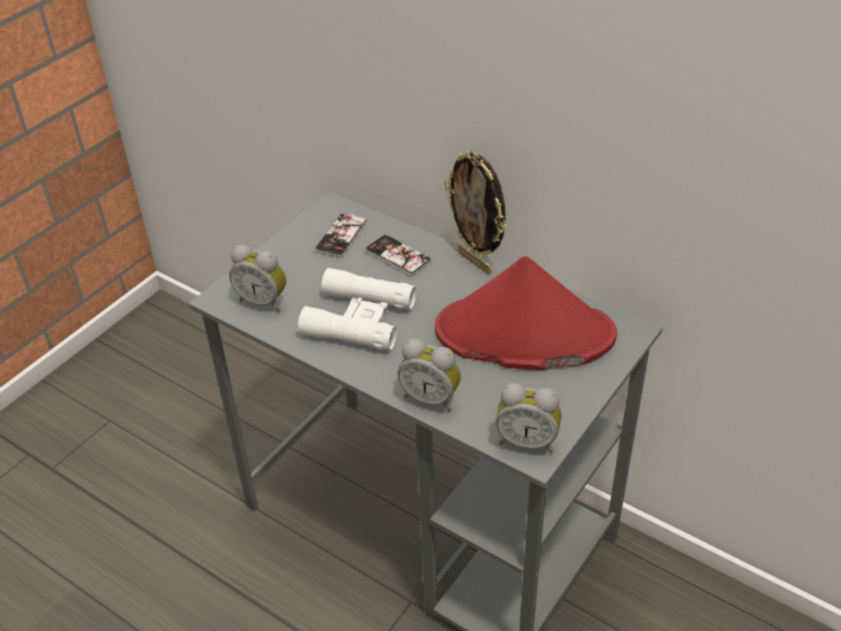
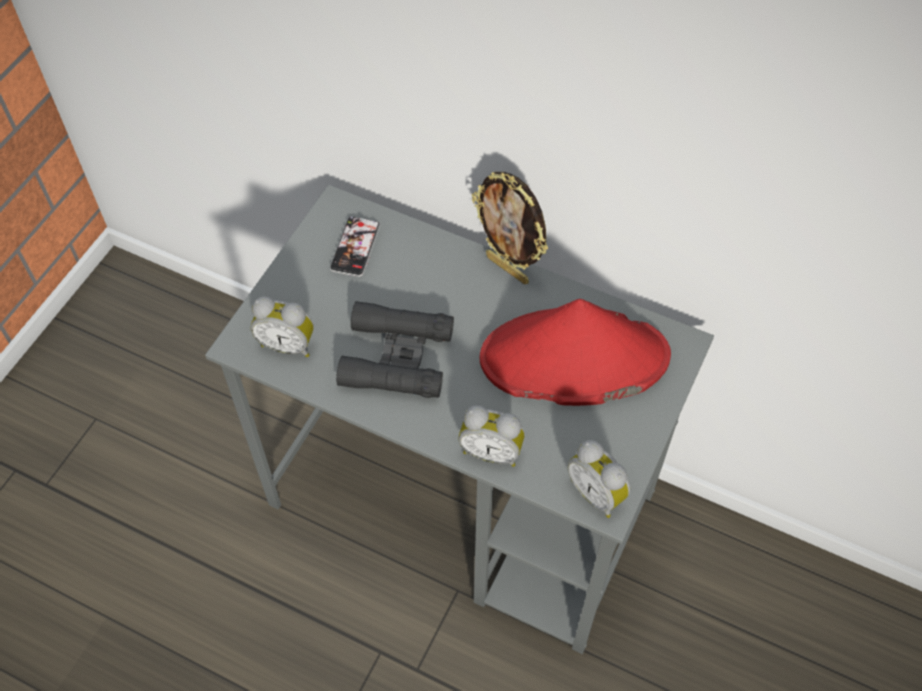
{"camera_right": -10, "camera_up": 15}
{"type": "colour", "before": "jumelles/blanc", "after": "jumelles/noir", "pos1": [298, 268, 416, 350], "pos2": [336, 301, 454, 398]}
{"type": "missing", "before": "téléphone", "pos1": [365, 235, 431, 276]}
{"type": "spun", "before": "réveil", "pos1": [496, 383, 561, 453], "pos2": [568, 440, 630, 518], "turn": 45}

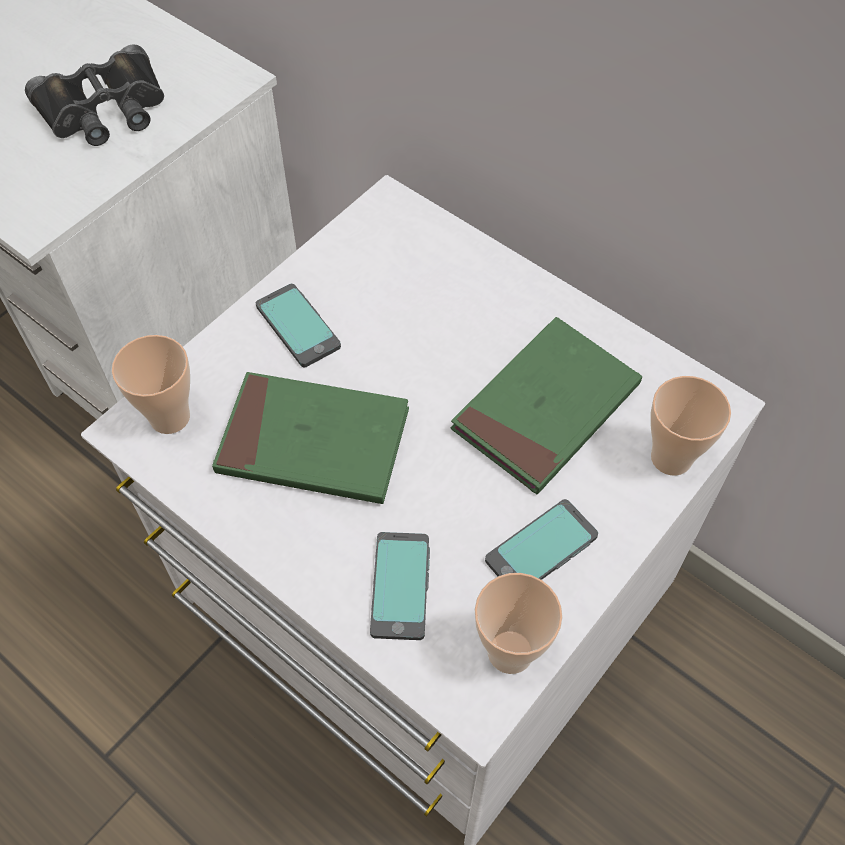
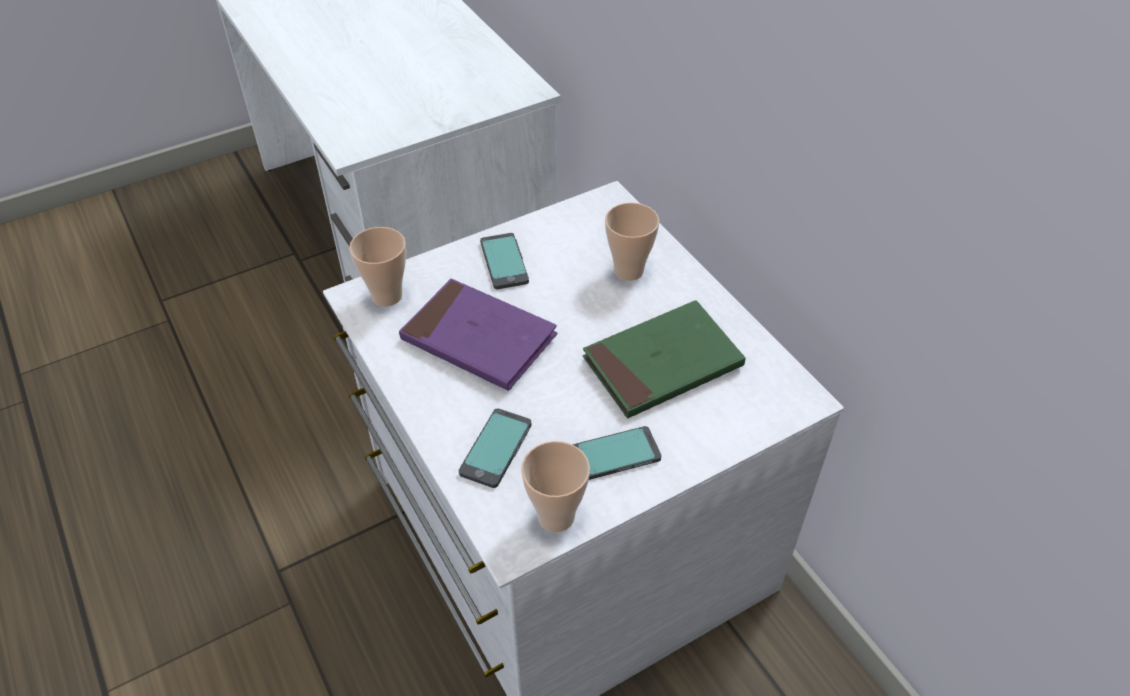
{"camera_right": 20, "camera_up": -10}
{"type": "missing", "before": "jumelles/noir", "pos1": [25, 44, 164, 146]}
{"type": "colour", "before": "livre/vert", "after": "livre/violet", "pos1": [212, 372, 409, 504], "pos2": [399, 278, 557, 391]}
{"type": "relocated", "before": "tasse", "pos1": [651, 376, 731, 476], "pos2": [605, 203, 659, 281]}

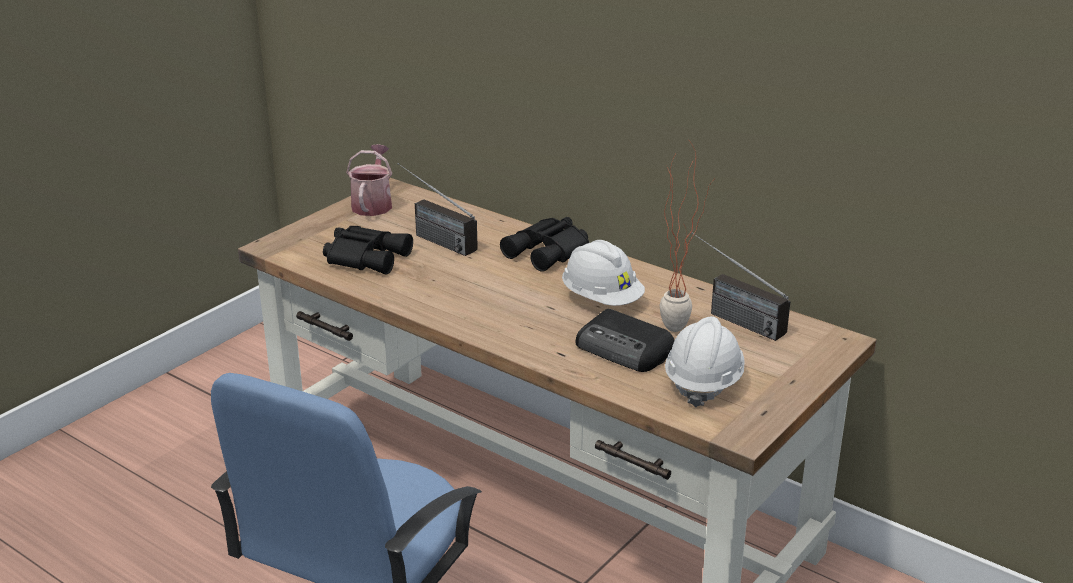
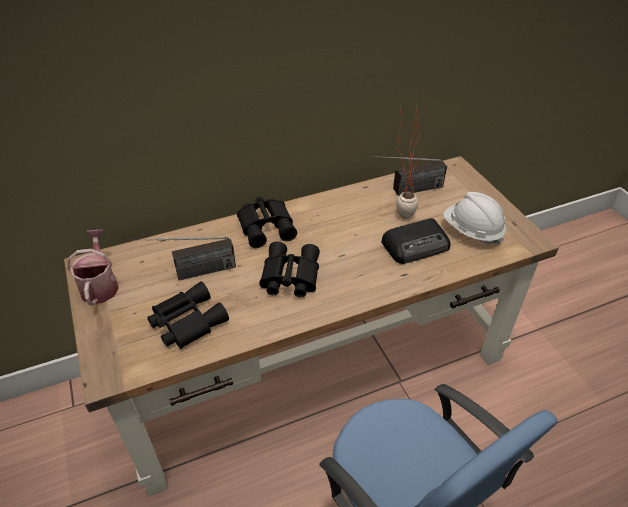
{"camera_right": -60, "camera_up": 15}
{"type": "spun", "before": "arrosoir", "pos1": [346, 144, 392, 216], "pos2": [68, 230, 119, 306], "turn": 45}
{"type": "missing", "before": "casque de chantier/blanc", "pos1": [562, 240, 645, 306]}
{"type": "appeared", "after": "jumelles/noir", "pos2": [259, 241, 320, 298]}

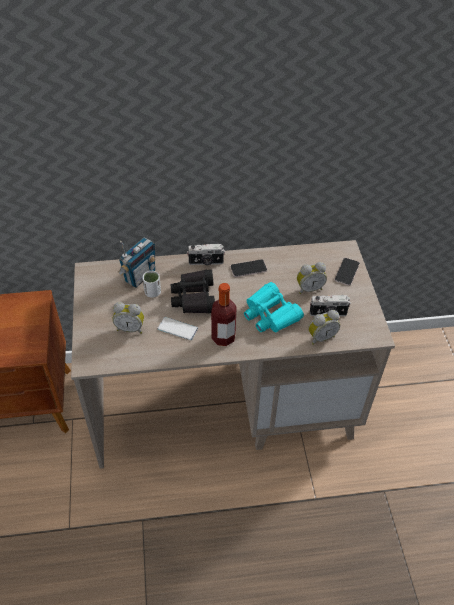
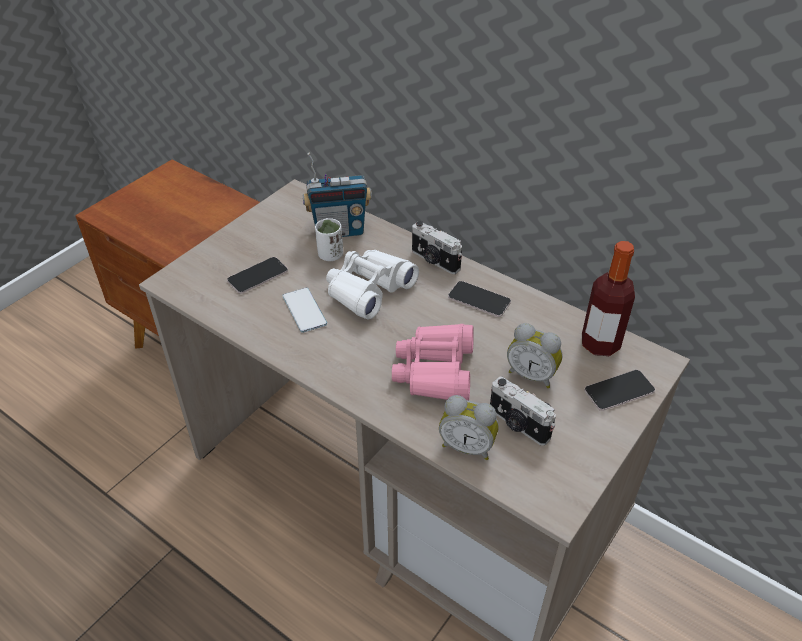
{"camera_right": 45, "camera_up": -5}
{"type": "exchanged", "before": "réveil", "after": "téléphone", "pos1": [112, 302, 144, 334], "pos2": [227, 257, 288, 294]}
{"type": "colour", "before": "jumelles/noir", "after": "jumelles/blanc", "pos1": [171, 269, 215, 314], "pos2": [326, 250, 419, 319]}
{"type": "relocated", "before": "bouteille", "pos1": [211, 283, 237, 346], "pos2": [582, 241, 635, 356]}
{"type": "colour", "before": "jumelles/turquoise", "after": "jumelles/rose", "pos1": [244, 282, 304, 333], "pos2": [392, 324, 474, 400]}

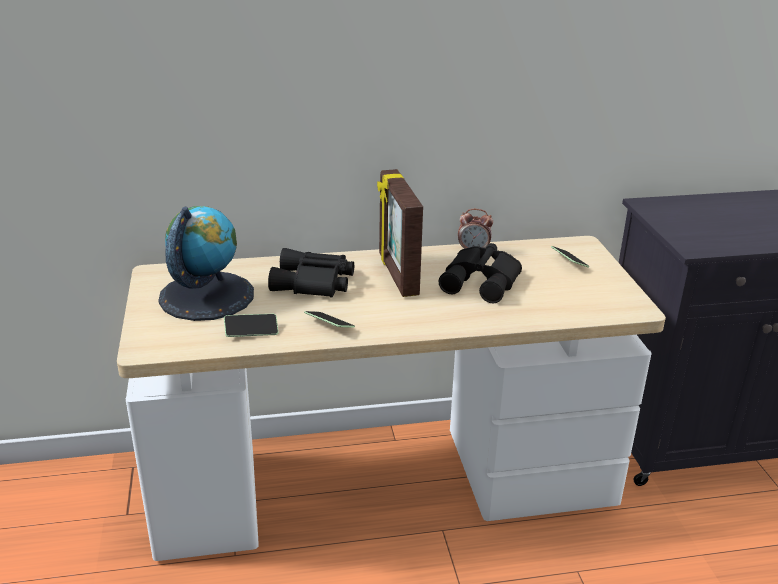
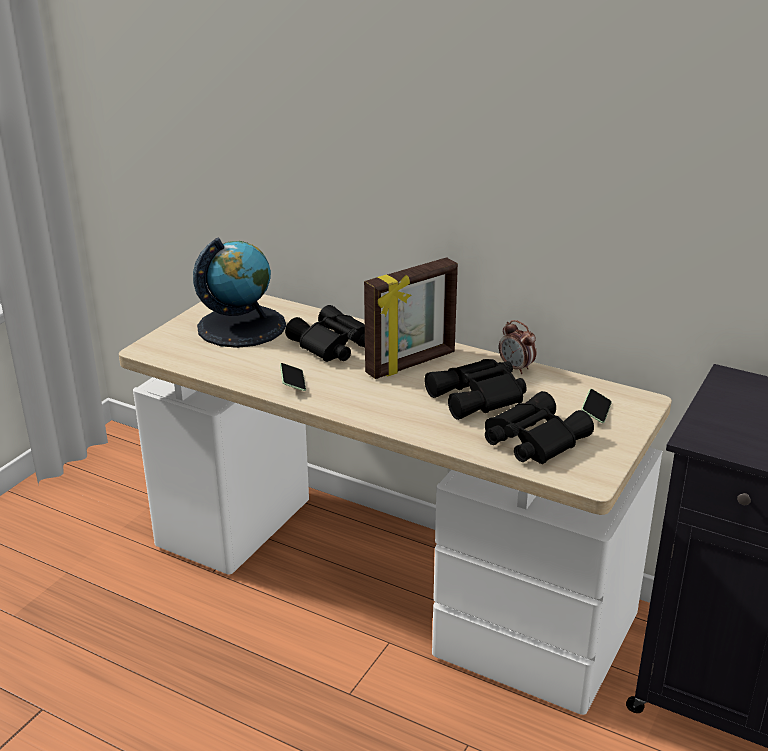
{"camera_right": 40, "camera_up": 0}
{"type": "missing", "before": "téléphone", "pos1": [224, 314, 279, 337]}
{"type": "spun", "before": "cadre photo", "pos1": [377, 169, 423, 297], "pos2": [364, 257, 458, 379], "turn": -150}
{"type": "appeared", "after": "jumelles/noir", "pos2": [485, 391, 594, 464]}

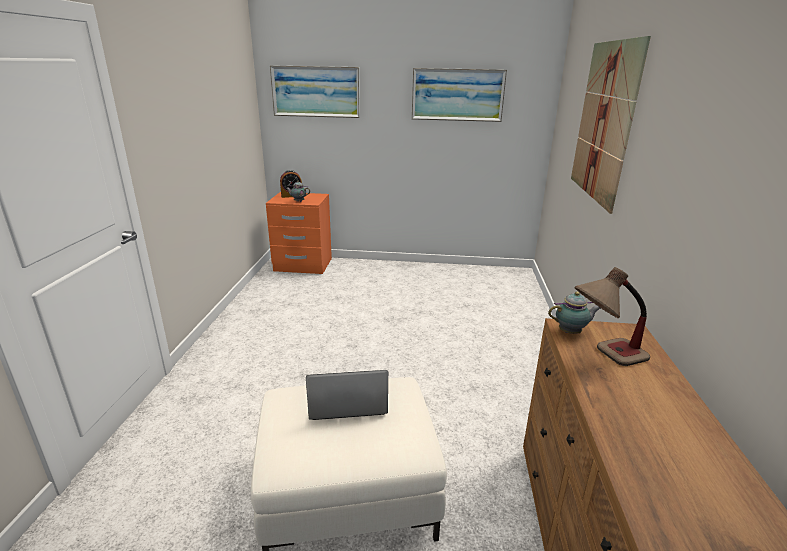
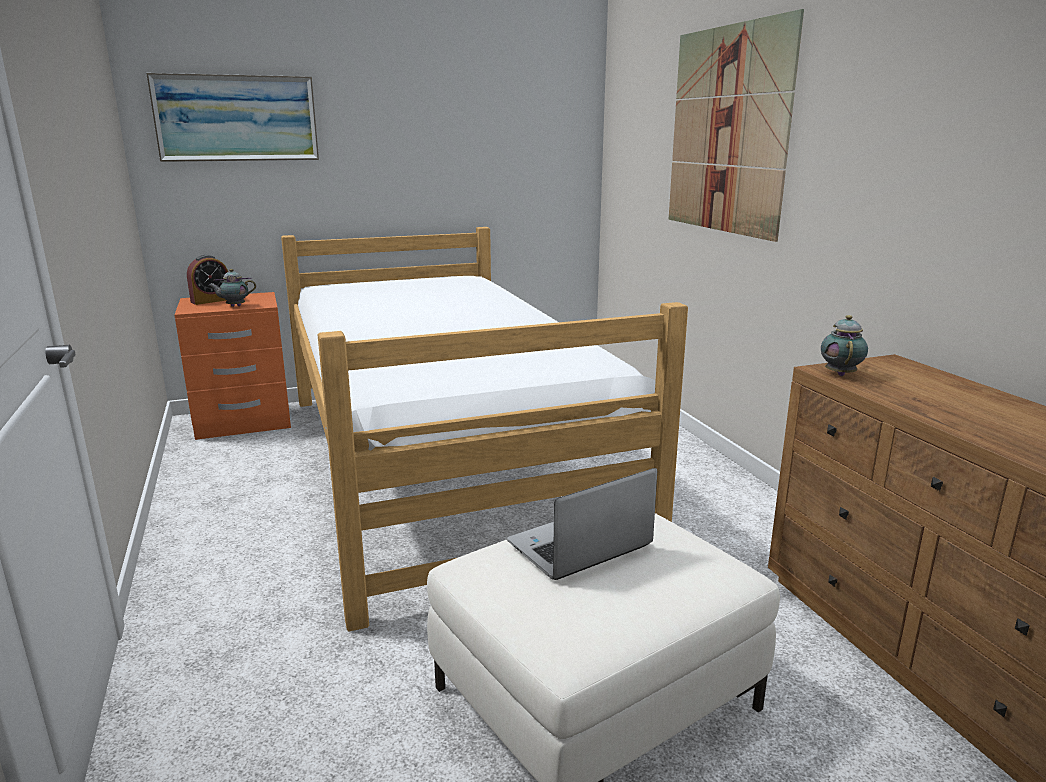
{"camera_right": -25, "camera_up": -5}
{"type": "missing", "before": "tableau", "pos1": [412, 68, 507, 122]}
{"type": "spun", "before": "théière", "pos1": [548, 291, 601, 334], "pos2": [821, 315, 868, 376], "turn": -45}
{"type": "missing", "before": "lampe de table", "pos1": [574, 267, 650, 366]}
{"type": "appeared", "after": "lit", "pos2": [281, 227, 688, 631]}

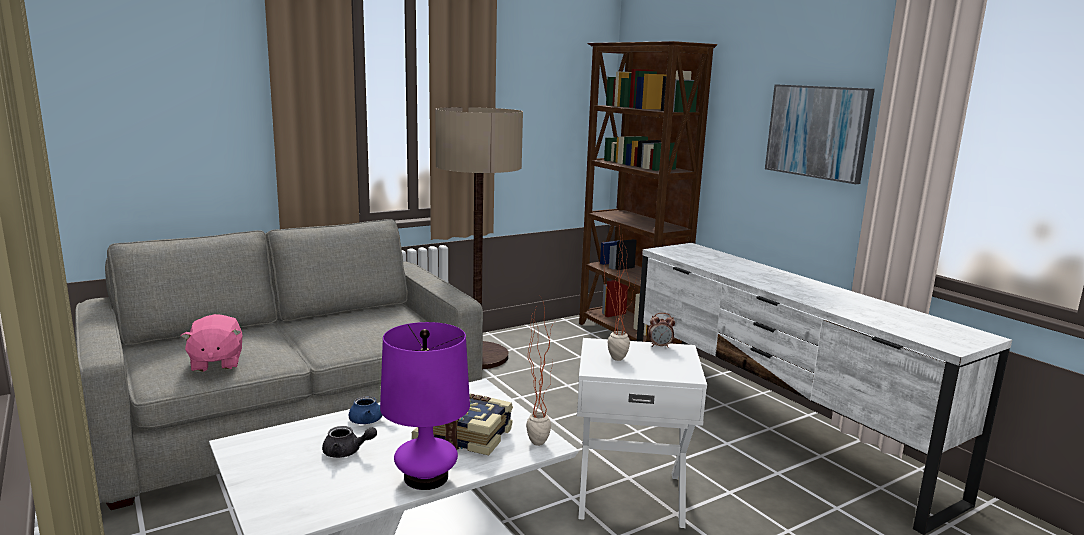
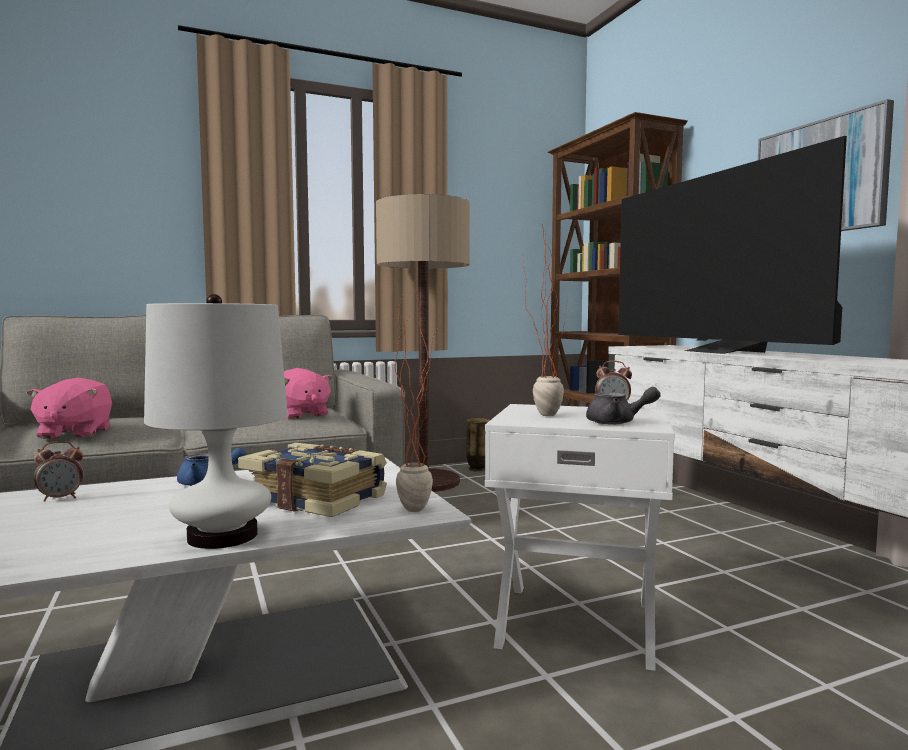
{"camera_right": 10, "camera_up": -10}
{"type": "relocated", "before": "théière/gris", "pos1": [322, 426, 377, 458], "pos2": [586, 387, 661, 424]}
{"type": "colour", "before": "lampe de table/violet", "after": "lampe de table/blanc", "pos1": [380, 322, 470, 490], "pos2": [144, 294, 288, 549]}
{"type": "appeared", "after": "réveil", "pos2": [34, 441, 84, 502]}
{"type": "appeared", "after": "peluche/rose", "pos2": [284, 368, 333, 419]}
{"type": "appeared", "after": "vase", "pos2": [466, 418, 489, 472]}
{"type": "appeared", "after": "téléviseur", "pos2": [618, 136, 847, 354]}

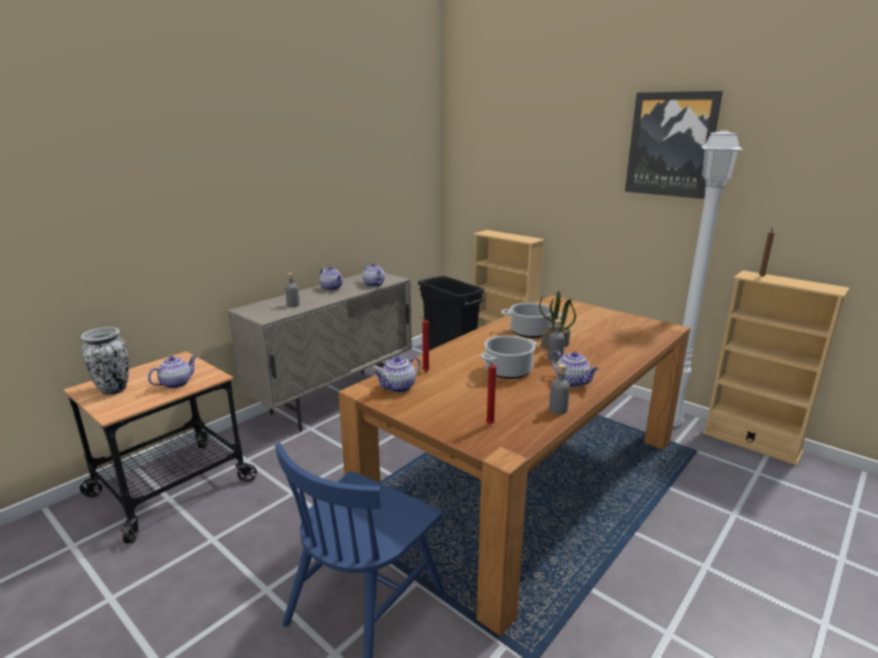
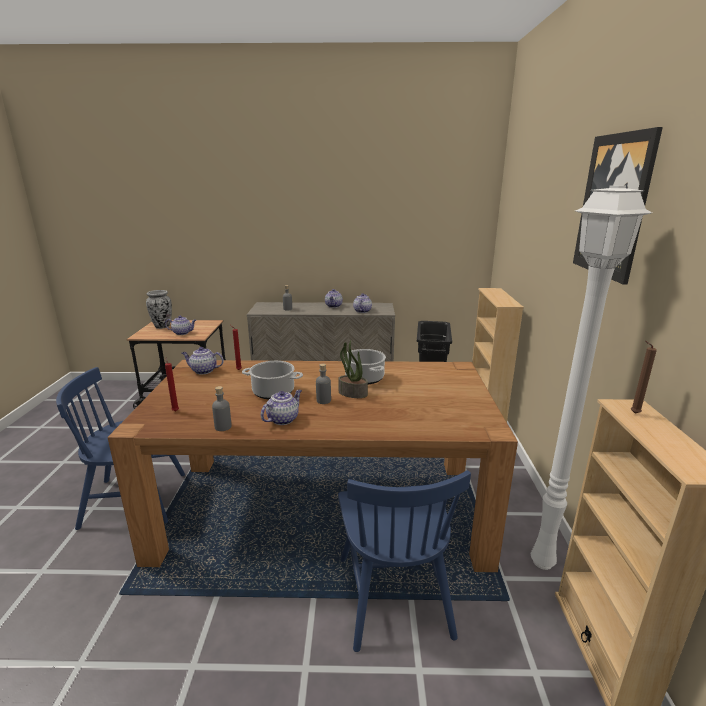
{"camera_right": 50, "camera_up": 0}
{"type": "spun", "before": "théière", "pos1": [550, 351, 599, 387], "pos2": [261, 390, 302, 425], "turn": -150}
{"type": "appeared", "after": "chaise/bleu", "pos2": [338, 470, 471, 652]}

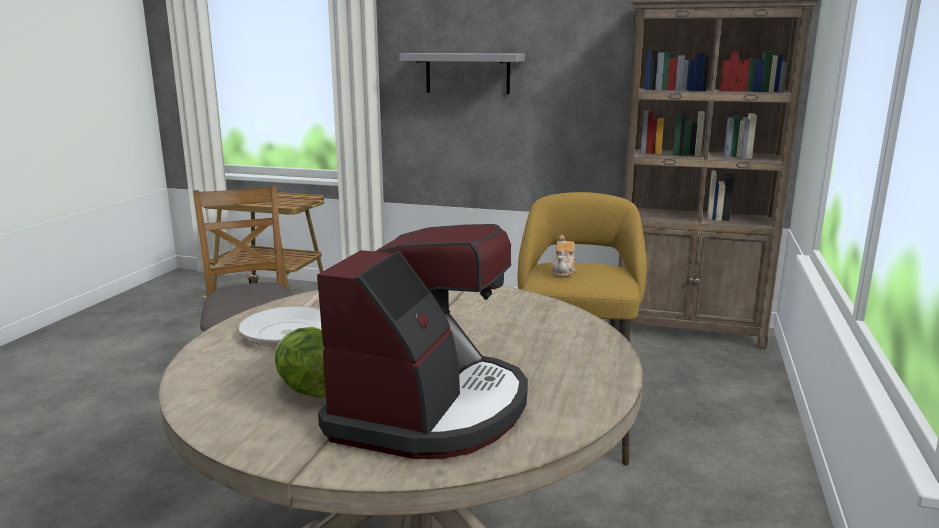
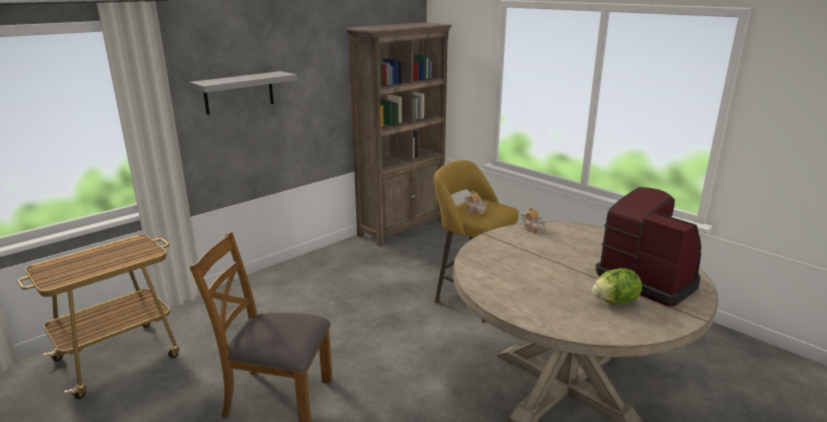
{"camera_right": -60, "camera_up": 5}
{"type": "missing", "before": "poêle", "pos1": [239, 293, 322, 347]}
{"type": "appeared", "after": "théière", "pos2": [521, 207, 546, 234]}

